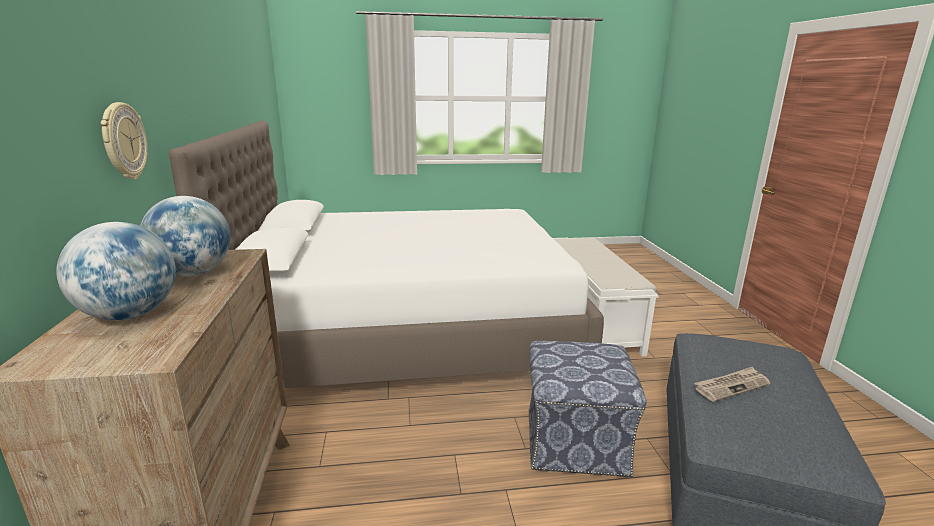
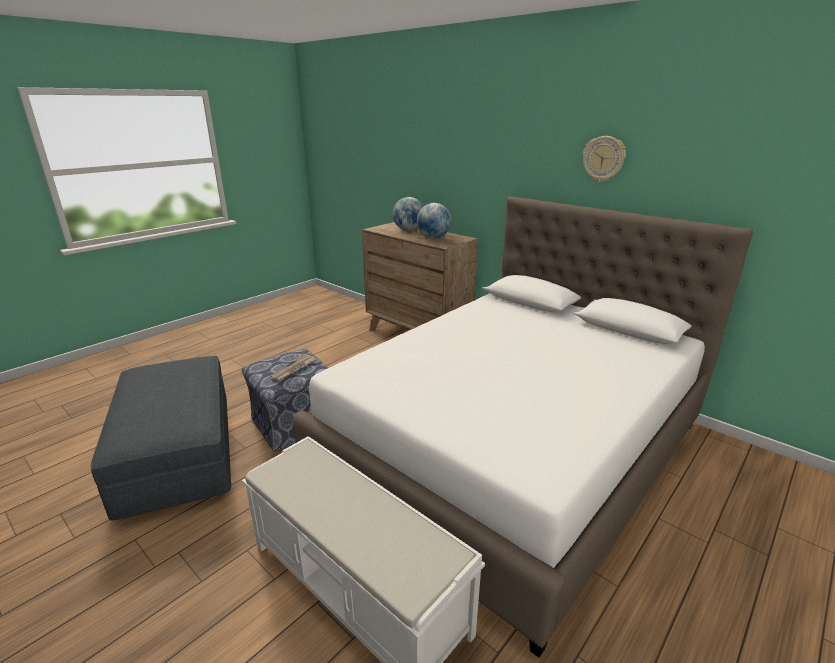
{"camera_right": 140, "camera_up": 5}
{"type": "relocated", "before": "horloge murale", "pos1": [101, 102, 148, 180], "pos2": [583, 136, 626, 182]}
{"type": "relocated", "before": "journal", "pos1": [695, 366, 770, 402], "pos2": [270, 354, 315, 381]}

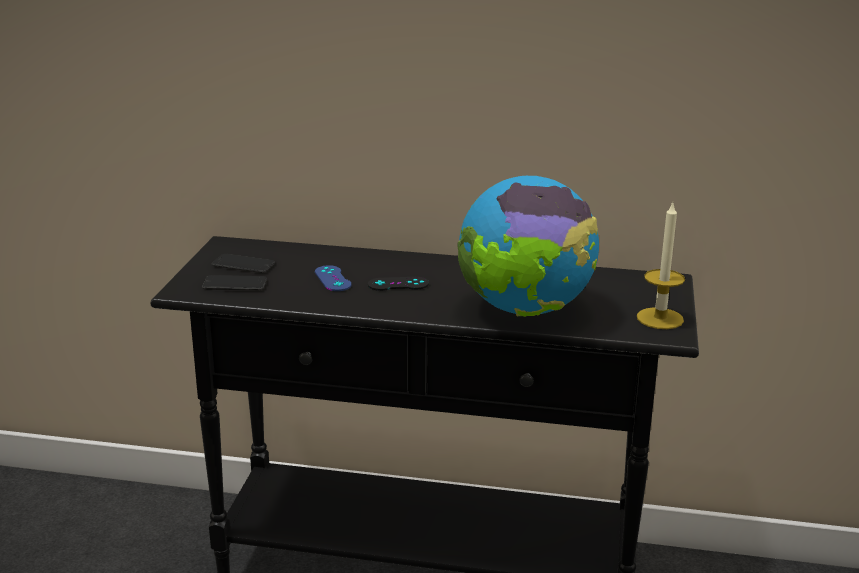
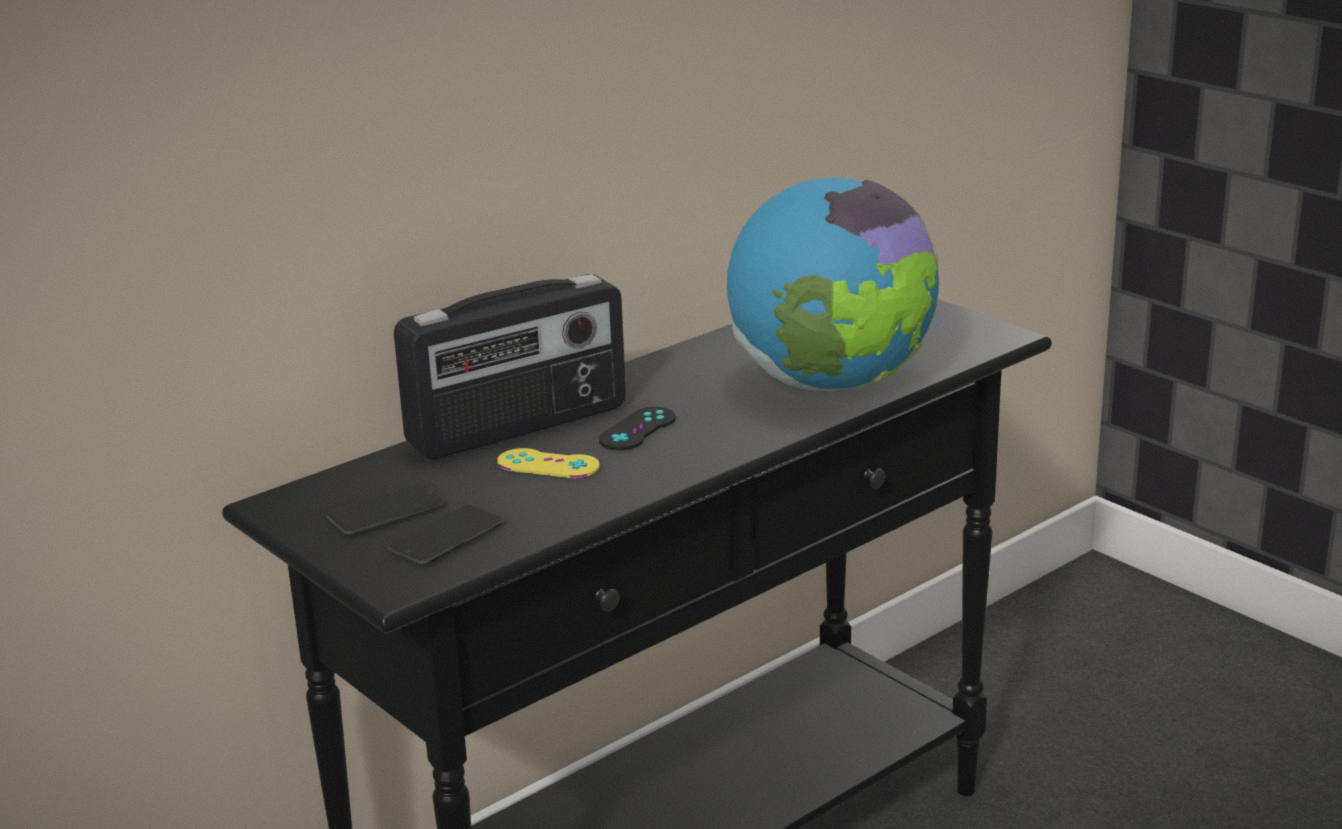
{"camera_right": -50, "camera_up": 0}
{"type": "colour", "before": "manette/bleu", "after": "manette/jaune", "pos1": [315, 265, 352, 291], "pos2": [497, 448, 600, 478]}
{"type": "missing", "before": "bougie", "pos1": [637, 203, 685, 329]}
{"type": "appeared", "after": "radio", "pos2": [394, 274, 626, 459]}

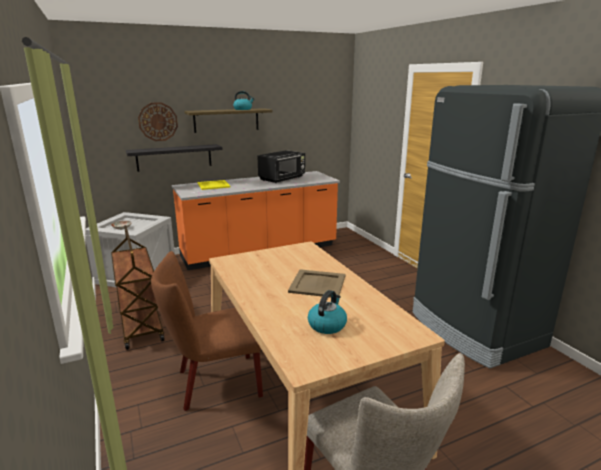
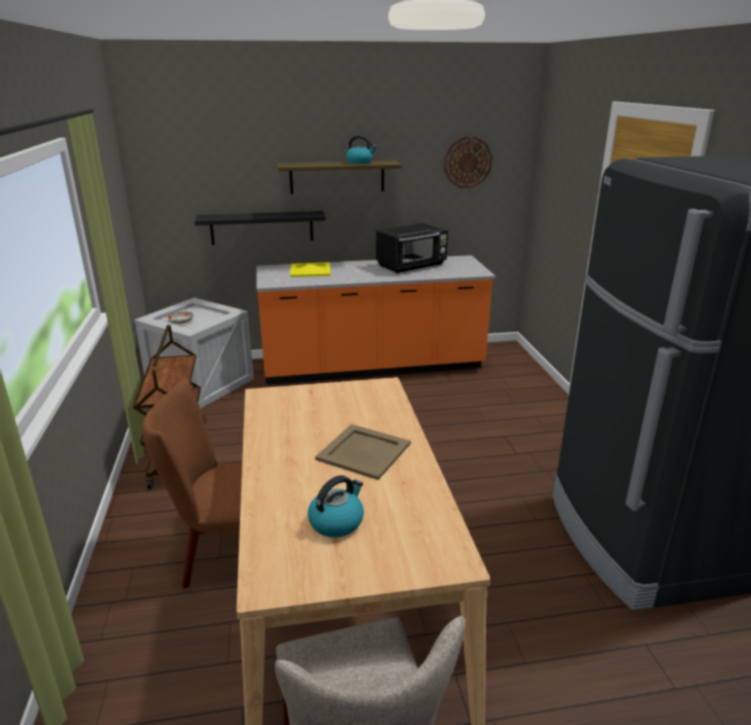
{"camera_right": 15, "camera_up": 5}
{"type": "relocated", "before": "horloge murale", "pos1": [138, 102, 178, 141], "pos2": [444, 137, 492, 188]}

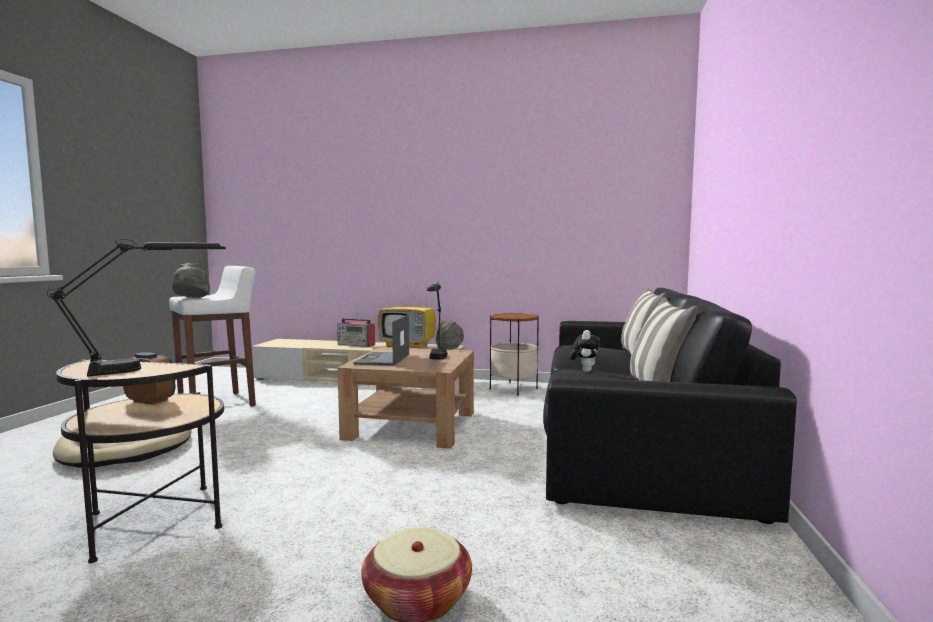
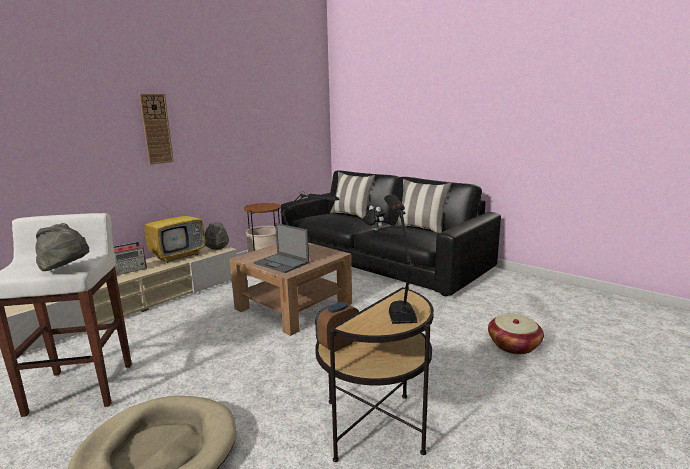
{"camera_right": -60, "camera_up": 10}
{"type": "appeared", "after": "horloge murale", "pos2": [139, 94, 174, 165]}

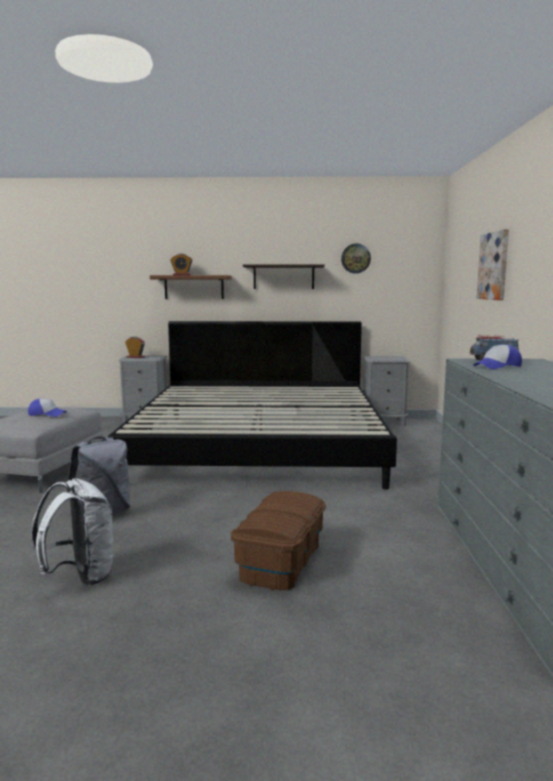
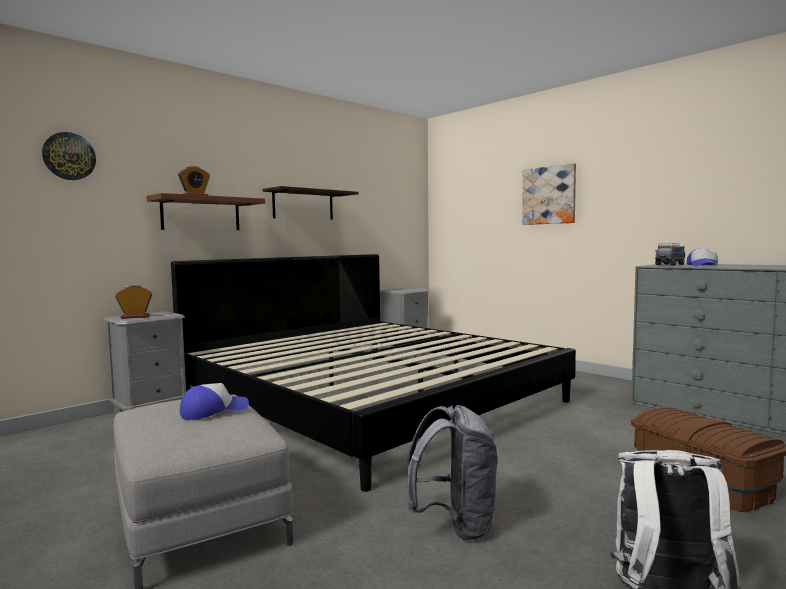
{"camera_right": -45, "camera_up": -5}
{"type": "relocated", "before": "horloge murale", "pos1": [341, 244, 371, 274], "pos2": [42, 132, 96, 180]}

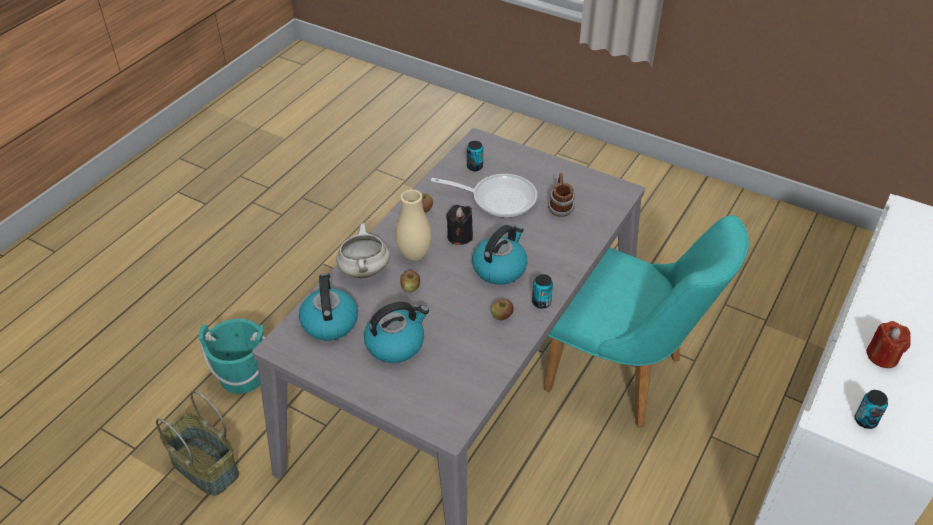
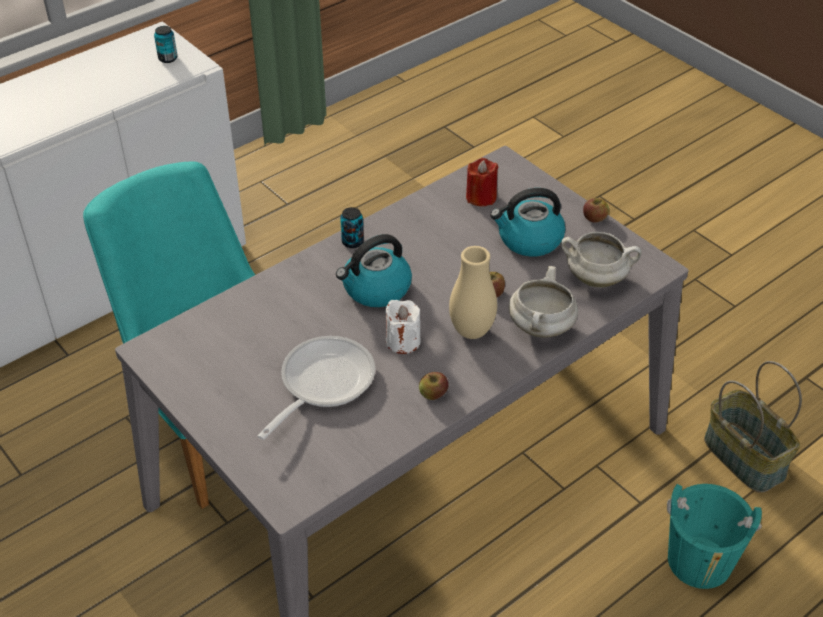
{"camera_right": -160, "camera_up": 0}
{"type": "exchanged", "before": "bouilloire", "after": "marmite/blanc", "pos1": [299, 273, 358, 341], "pos2": [561, 232, 642, 288]}
{"type": "spun", "before": "poêle", "pos1": [431, 174, 537, 218], "pos2": [258, 336, 375, 440], "turn": 90}
{"type": "colour", "before": "bougie/noir", "after": "bougie/blanc", "pos1": [447, 205, 473, 245], "pos2": [385, 300, 420, 354]}
{"type": "missing", "before": "boîte métallique", "pos1": [467, 141, 483, 171]}
{"type": "relocated", "before": "pomme", "pos1": [491, 299, 514, 321], "pos2": [583, 198, 609, 222]}
{"type": "missing", "before": "mug", "pos1": [547, 173, 575, 217]}
{"type": "relocated", "before": "bougie/rouge", "pos1": [866, 321, 911, 368], "pos2": [466, 158, 499, 206]}

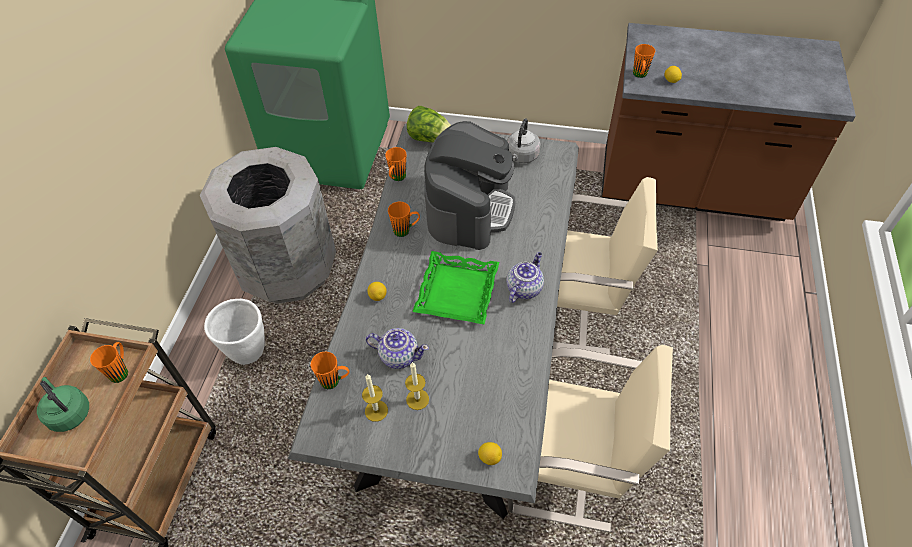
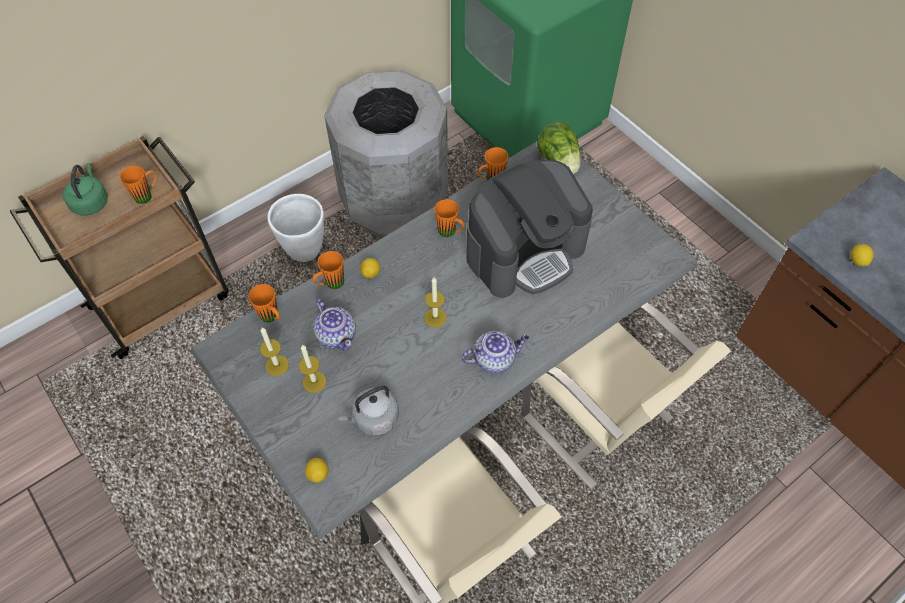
{"camera_right": 40, "camera_up": 5}
{"type": "exchanged", "before": "plateau/vert", "after": "bougie", "pos1": [413, 251, 499, 325], "pos2": [424, 277, 447, 328]}
{"type": "relocated", "before": "bouilloire/gris", "pos1": [507, 118, 541, 163], "pos2": [338, 385, 399, 436]}
{"type": "relocated", "before": "mug/orange", "pos1": [633, 44, 655, 78], "pos2": [313, 251, 344, 289]}

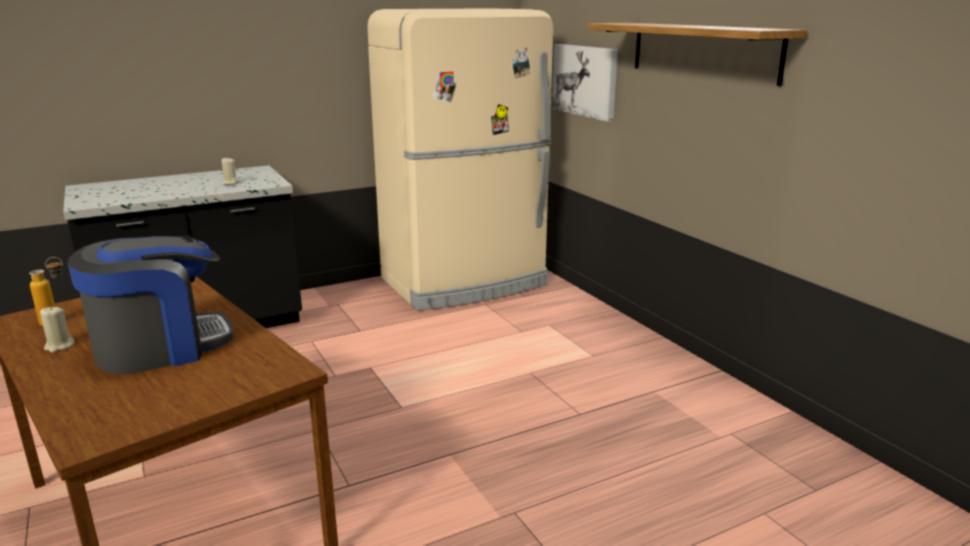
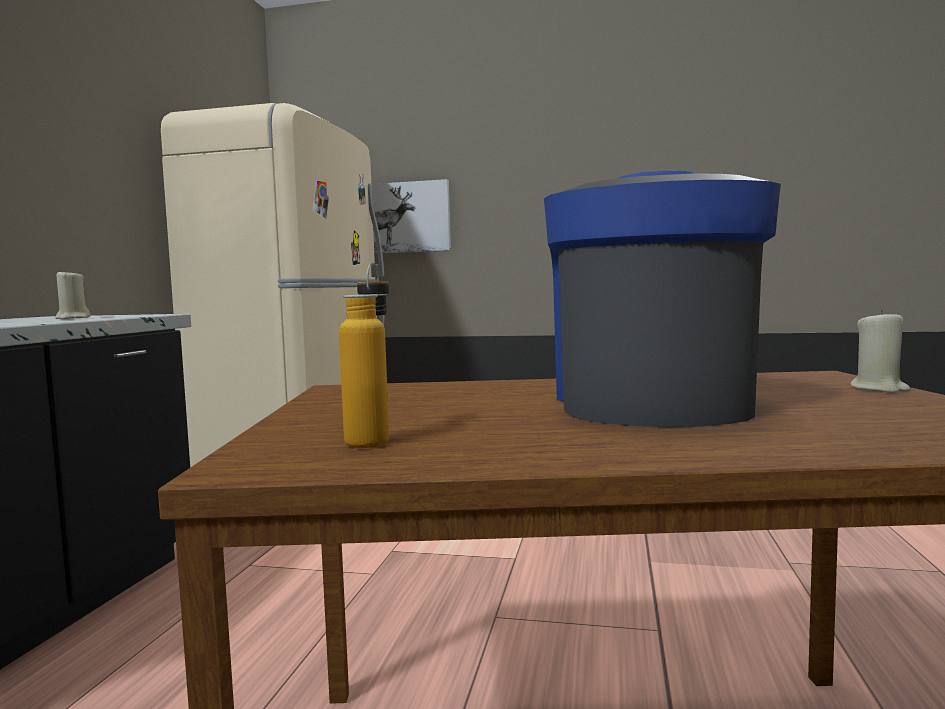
{"camera_right": -50, "camera_up": -15}
{"type": "relocated", "before": "bougie/beige", "pos1": [40, 306, 75, 353], "pos2": [850, 309, 910, 393]}
{"type": "missing", "before": "étagère", "pos1": [588, 23, 807, 86]}

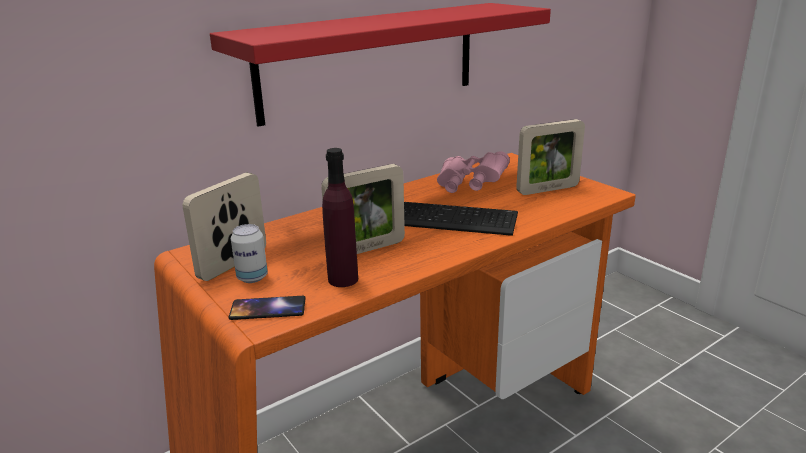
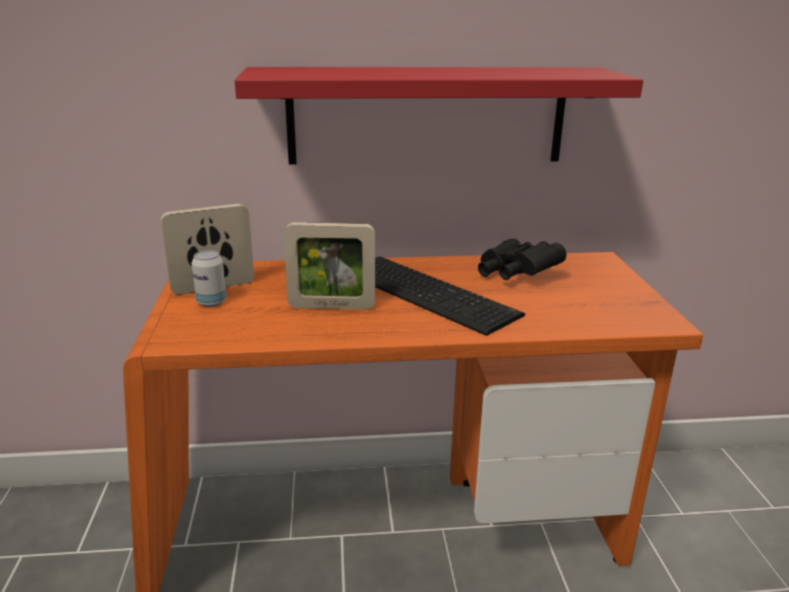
{"camera_right": 30, "camera_up": 0}
{"type": "missing", "before": "téléphone", "pos1": [229, 296, 306, 320]}
{"type": "missing", "before": "bouteille/violet", "pos1": [322, 148, 358, 287]}
{"type": "colour", "before": "jumelles/rose", "after": "jumelles/noir", "pos1": [437, 151, 510, 193], "pos2": [478, 239, 567, 280]}
{"type": "missing", "before": "cadre photo", "pos1": [516, 119, 585, 195]}

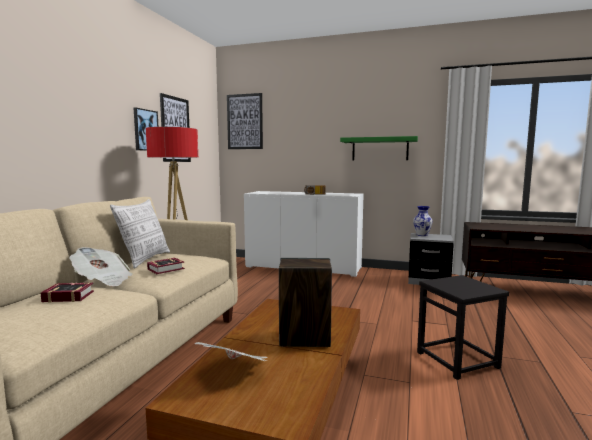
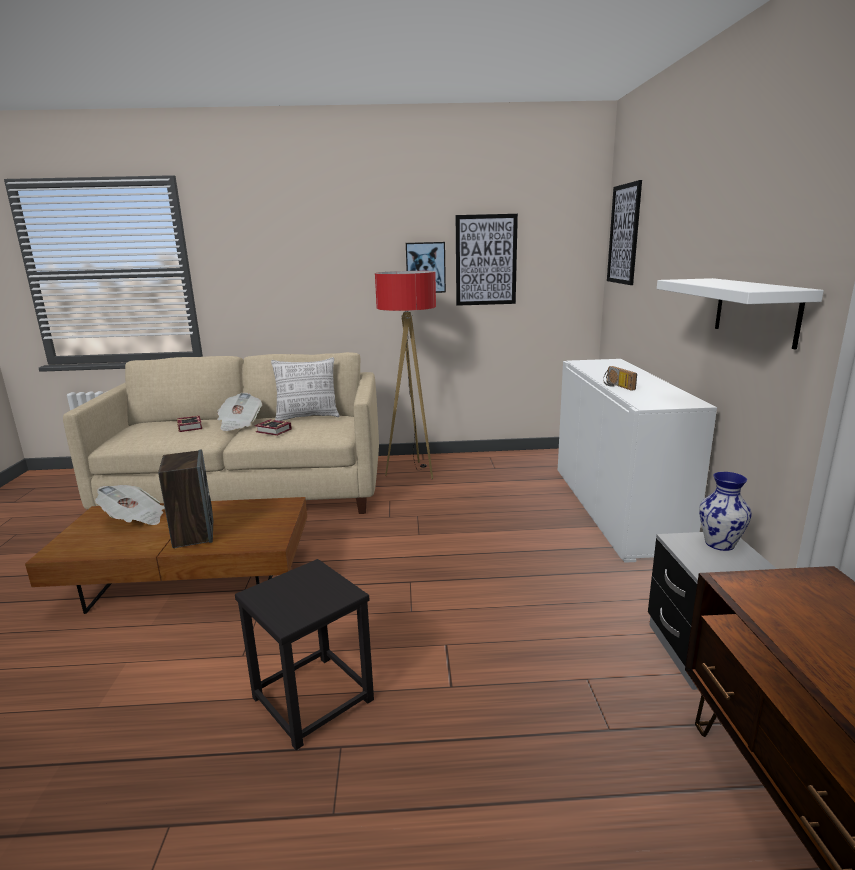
{"camera_right": 70, "camera_up": 10}
{"type": "colour", "before": "étagère/vert", "after": "étagère/blanc", "pos1": [340, 136, 418, 160], "pos2": [657, 278, 824, 350]}

